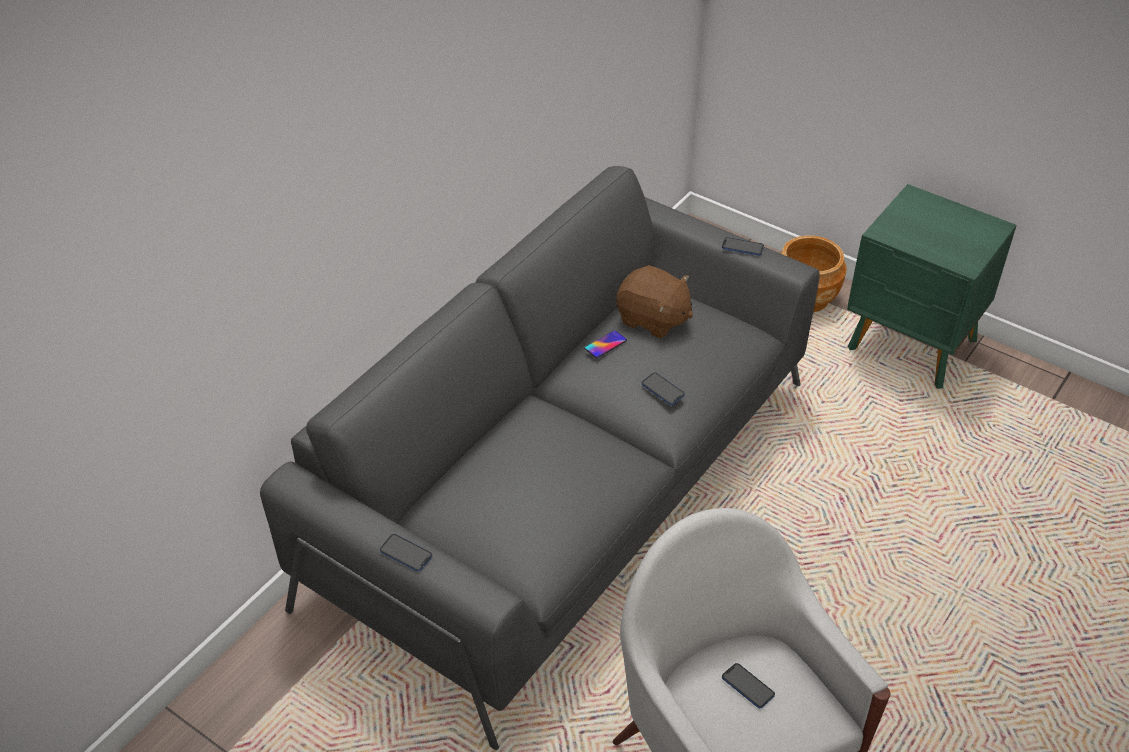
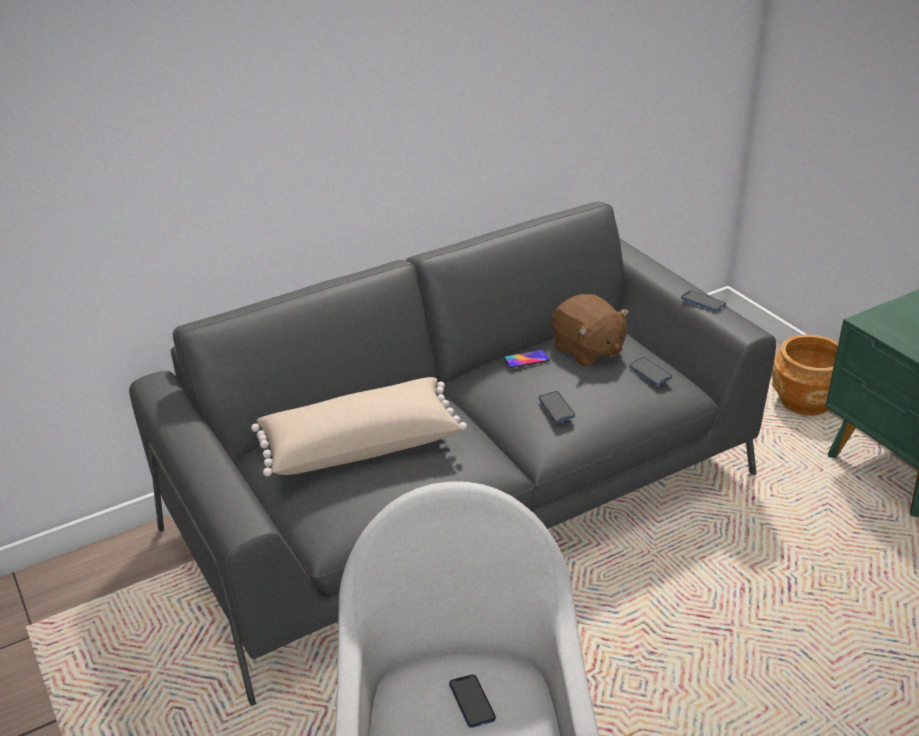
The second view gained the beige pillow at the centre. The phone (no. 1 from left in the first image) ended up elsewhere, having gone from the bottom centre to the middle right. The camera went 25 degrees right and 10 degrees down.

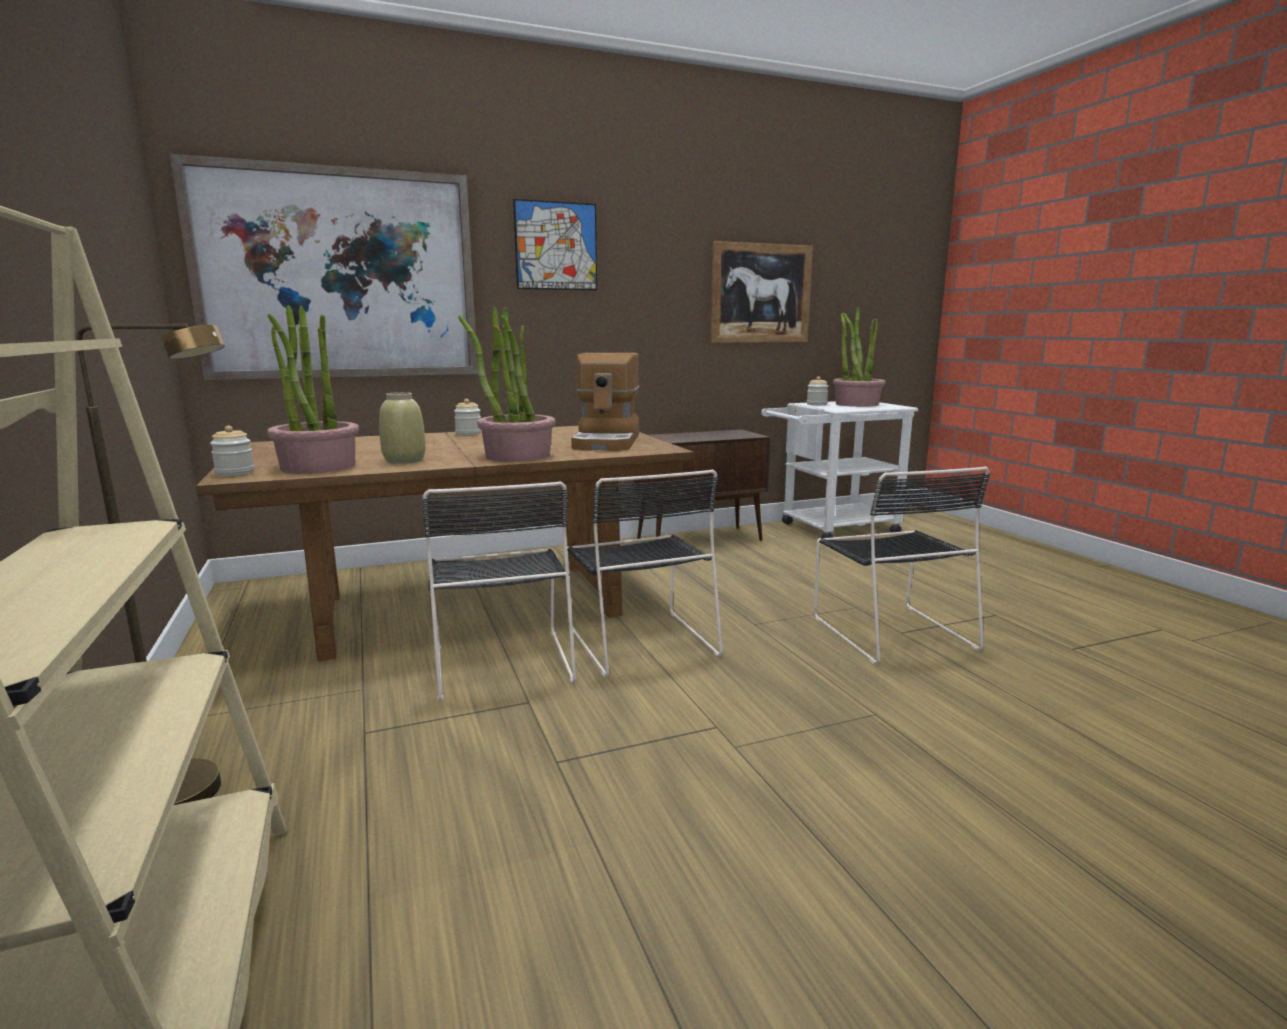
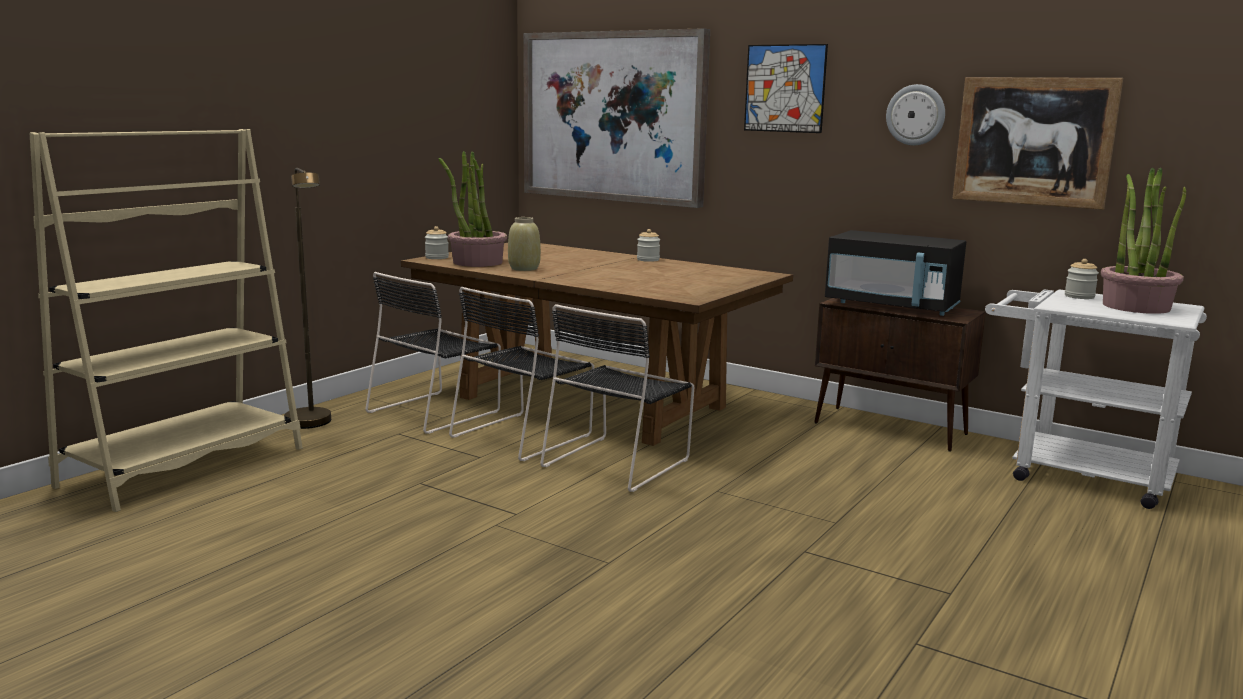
The second view lost the potted plant (no. 2 from left) at the centre. The second view lost the coffee machine at the centre. The second view gained the black microwave at the middle right. The second view gained the wall clock at the top right. The black chair (no. 3 from left in the first image) ended up elsewhere, having gone from the middle right to the centre. The camera went 55 degrees right and 0 degrees up.

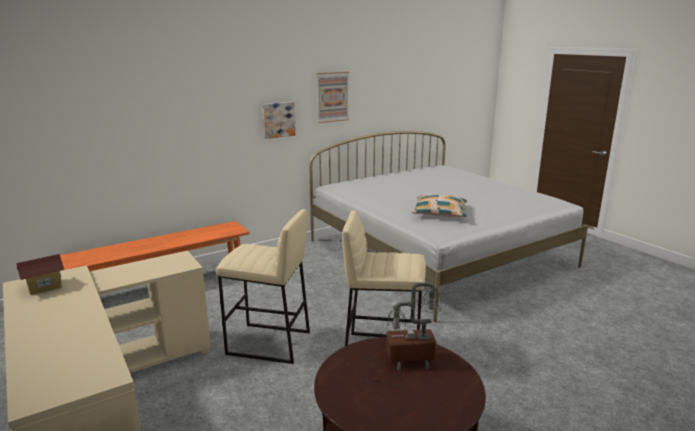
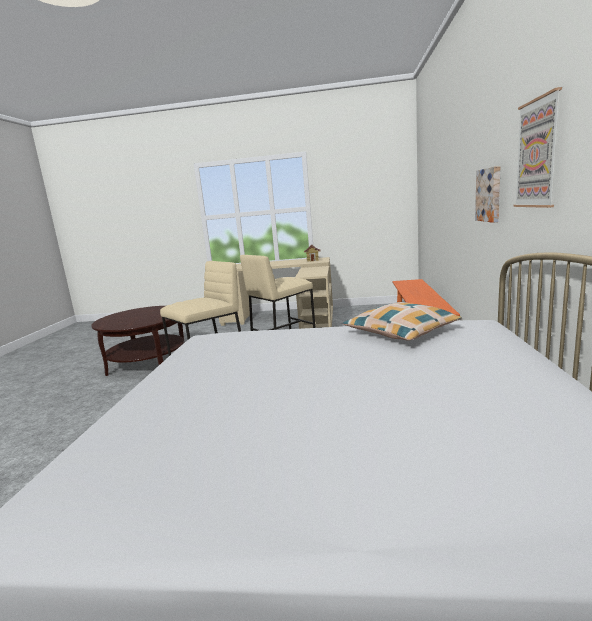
The second view lost the table lamp at the bottom centre. The pillow ended up elsewhere, having gone from the centre to the middle right. The camera went 130 degrees right and 5 degrees down.

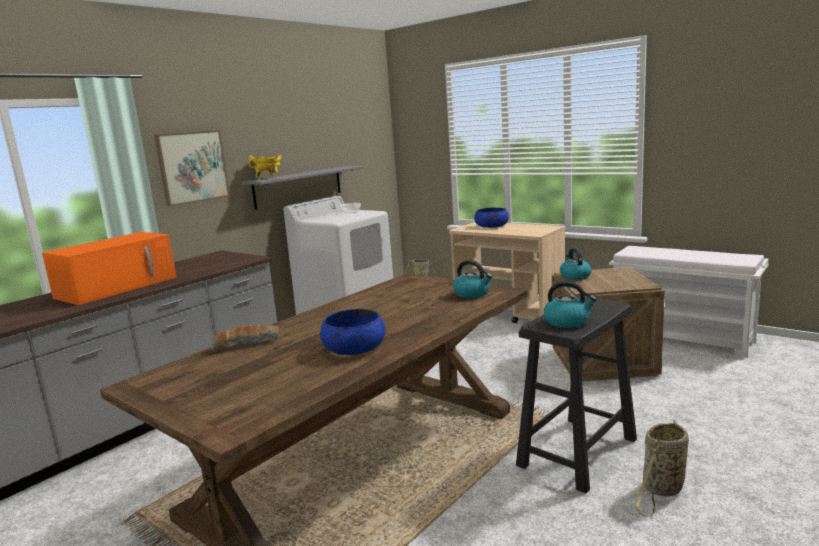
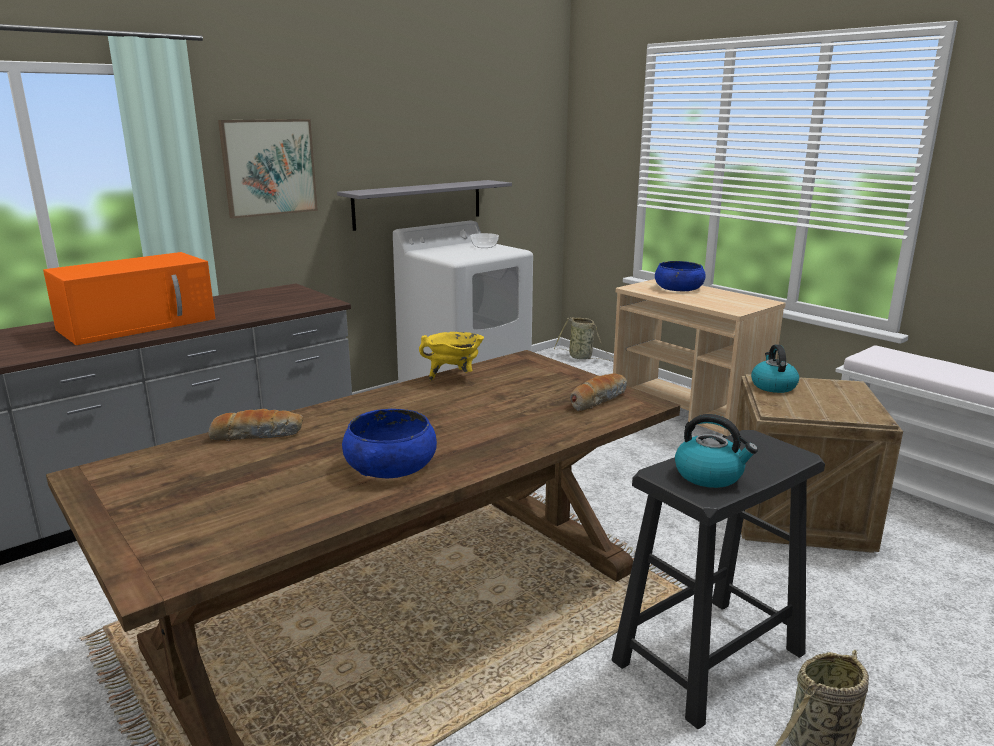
The yellow cooking pot ended up elsewhere, having gone from the top left to the centre. Where the kettle (no. 1 from left) stood at the centre, the bread (no. 2 from left) came to stand at the centre. The camera went 10 degrees right and 5 degrees up.

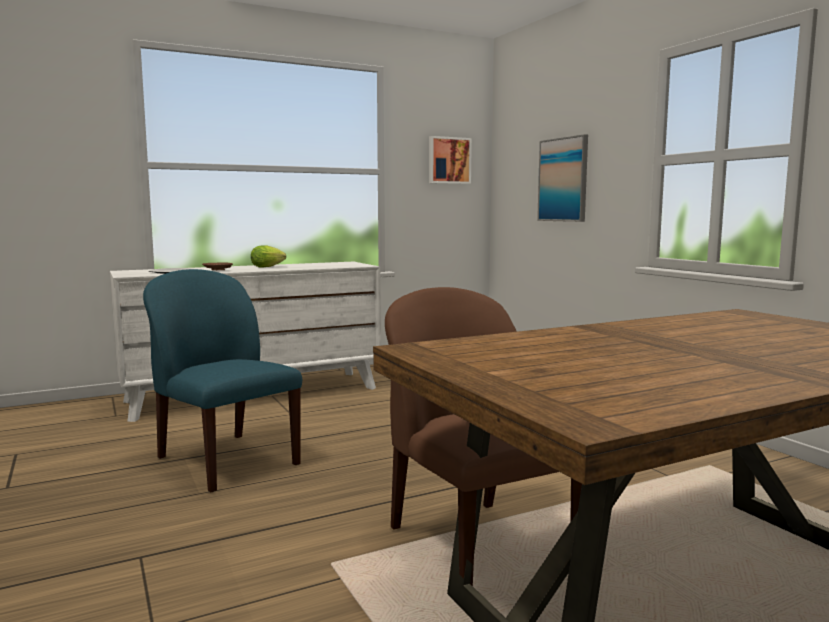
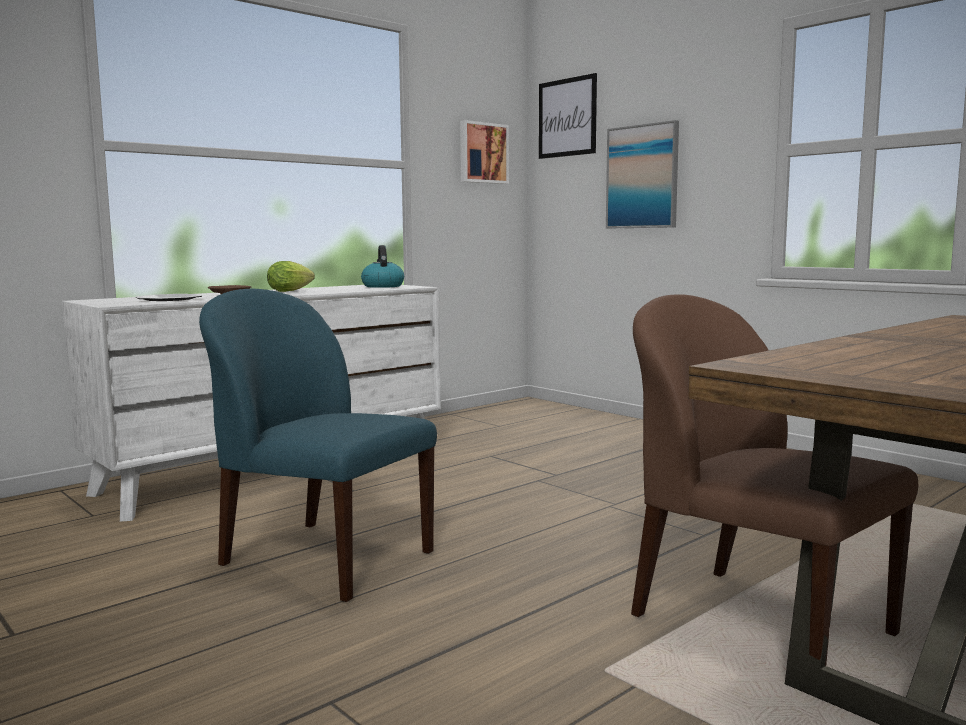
The second view gained the kettle at the centre. The second view gained the picture (no. 2 from left) at the top centre. The camera went 15 degrees left and 0 degrees up.

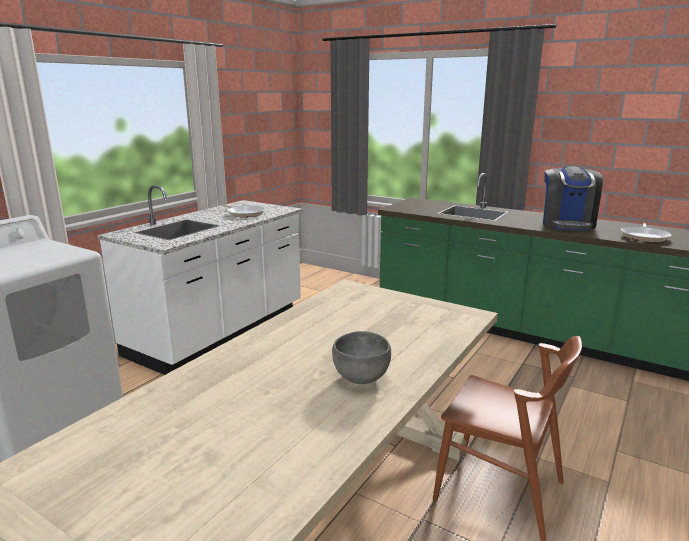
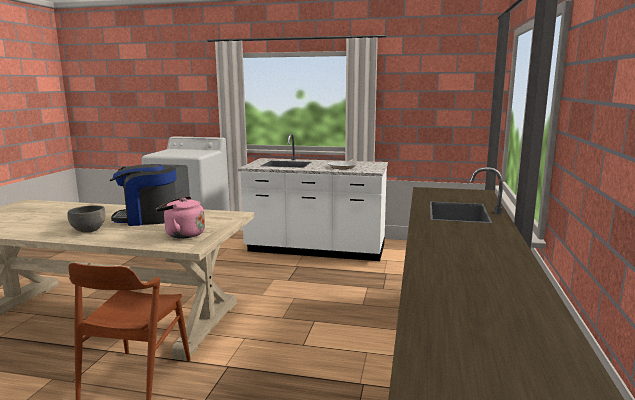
The second view lost the frying pan (no. 2 from left) at the middle right. The second view gained the pink kettle at the middle left. The coffee machine ended up elsewhere, having gone from the middle right to the middle left. The camera went 70 degrees right and 5 degrees down.

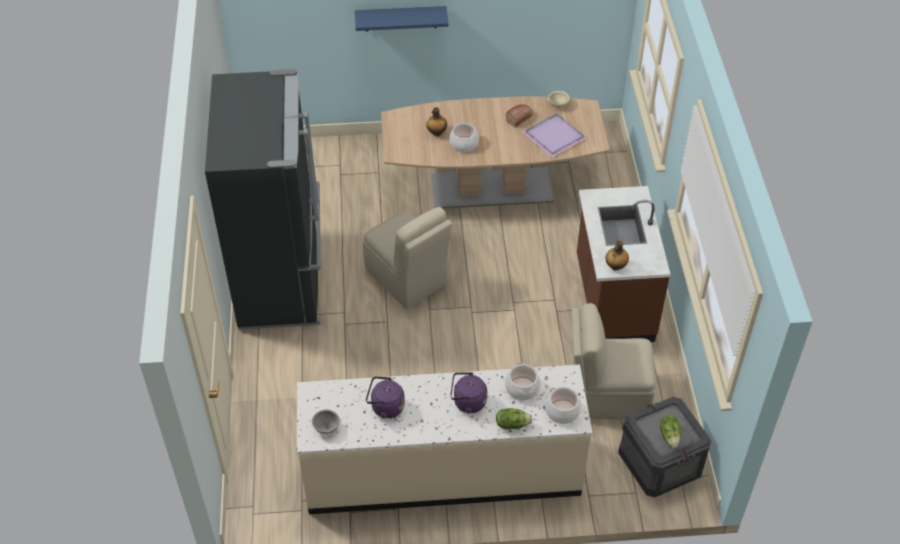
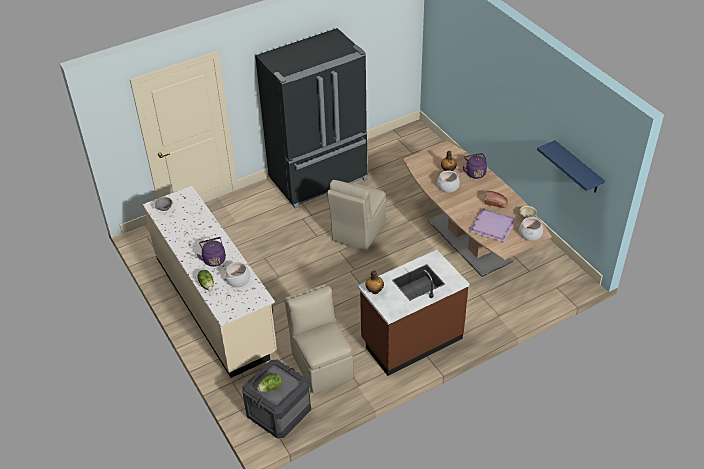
The blue shelf ended up elsewhere, having gone from the top centre to the middle right. The purple kettle (no. 1 from left in the first image) ended up elsewhere, having gone from the bottom centre to the middle right. The cooking pot (no. 3 from left) ended up elsewhere, having gone from the bottom centre to the middle right. The camera went 65 degrees right and 5 degrees down.

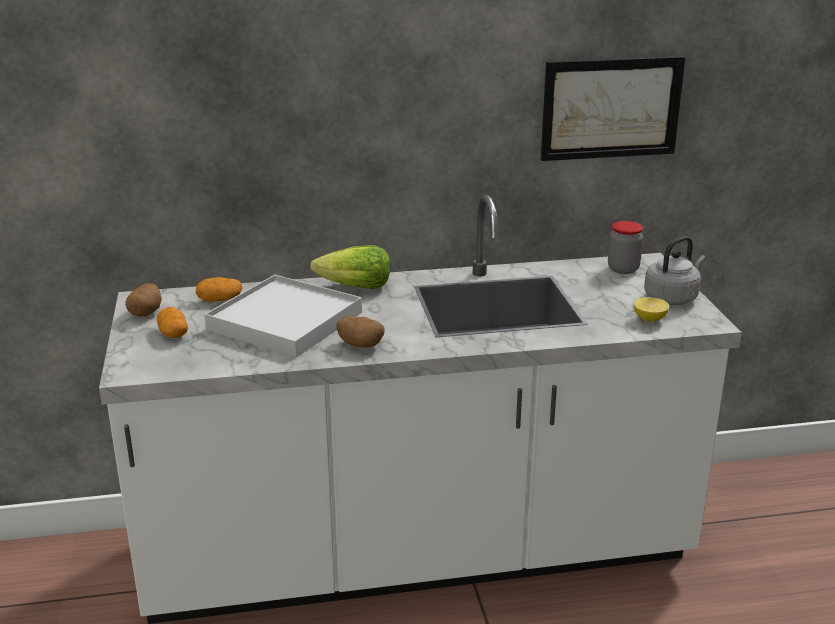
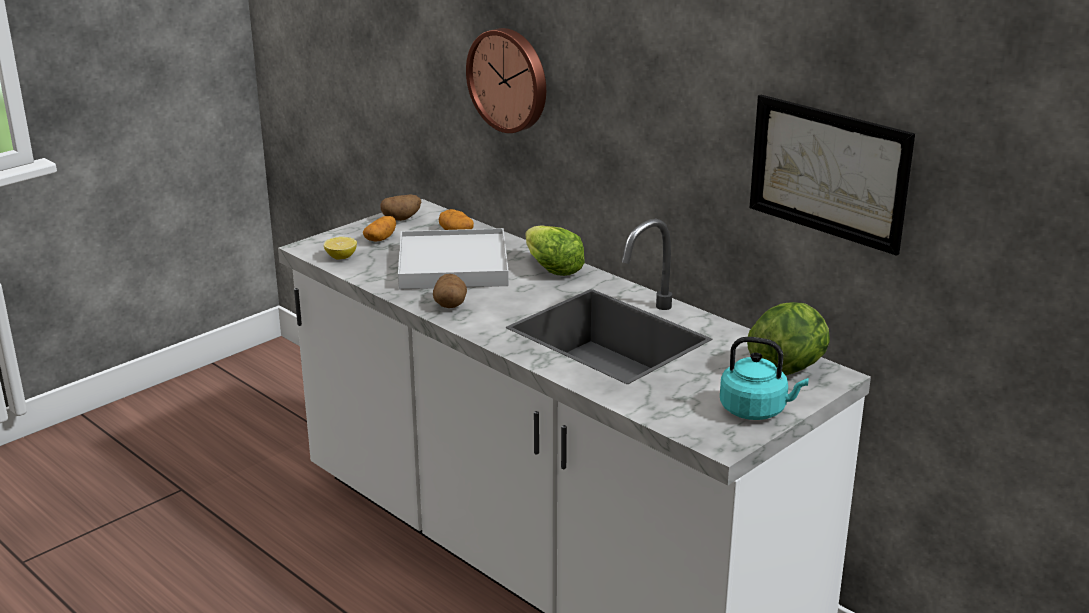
The second view gained the wall clock at the top centre. The lemon ended up elsewhere, having gone from the middle right to the middle left. Where the jar stood at the middle right, the lettuce (no. 2 from left) came to stand at the middle right. What was the grey kettle at the middle right turned into the turquoise kettle at the middle right. The camera went 55 degrees right and 0 degrees up.

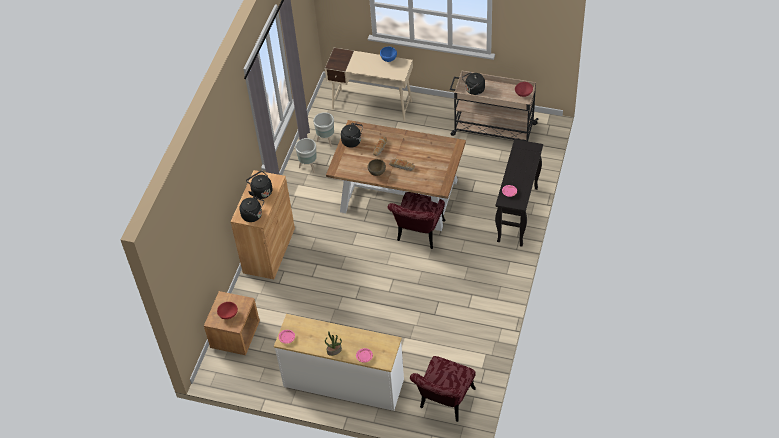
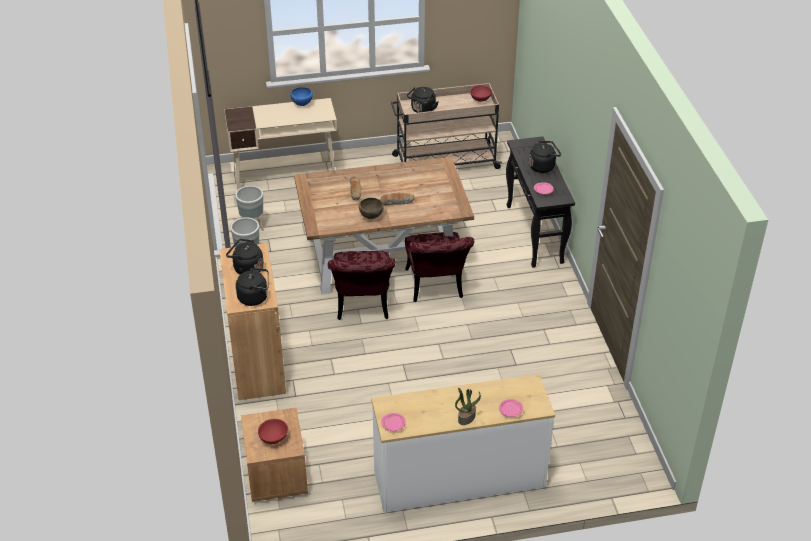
The black kettle (no. 3 from left in the first image) ended up elsewhere, having gone from the top centre to the top right. The red chair (no. 2 from left in the first image) ended up elsewhere, having gone from the bottom centre to the centre. The camera went 30 degrees left and 10 degrees down.

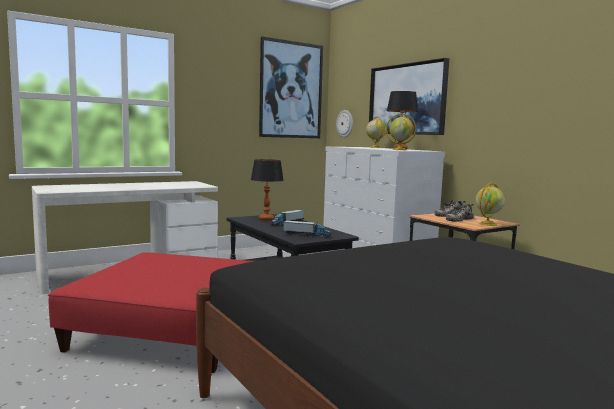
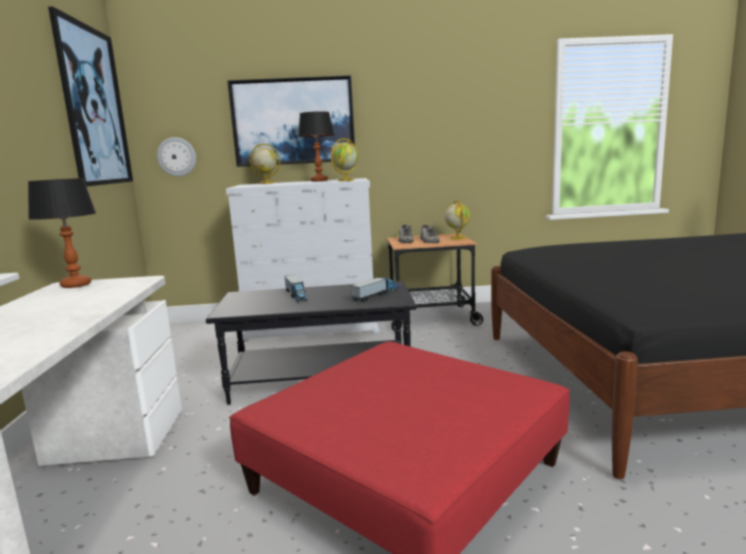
The table lamp (no. 1 from left) ended up elsewhere, having gone from the centre to the middle left. The camera went 60 degrees left and 5 degrees up.

